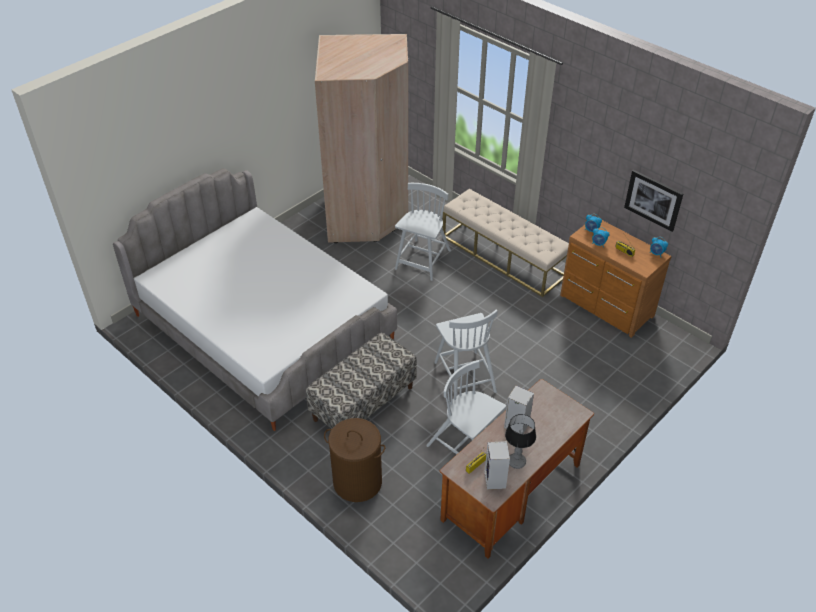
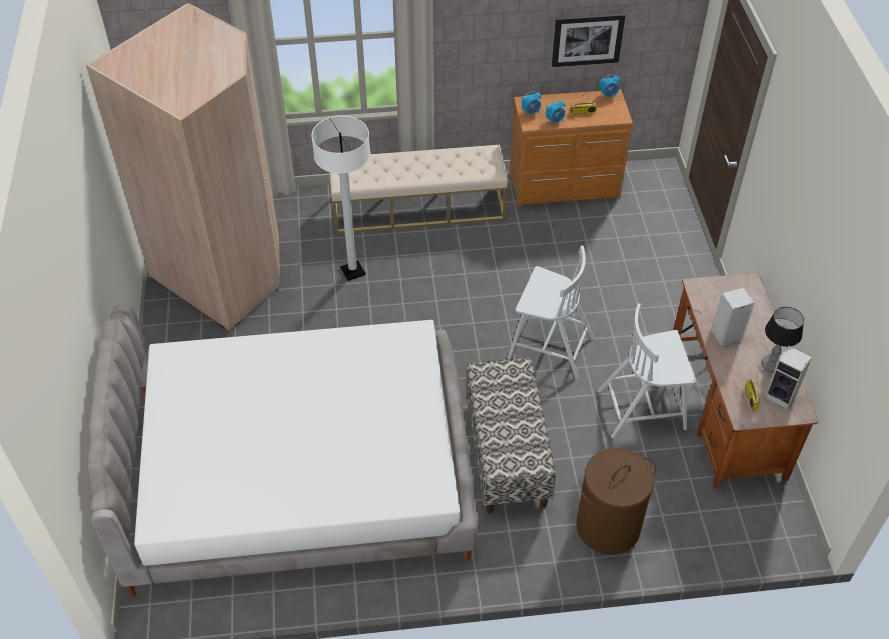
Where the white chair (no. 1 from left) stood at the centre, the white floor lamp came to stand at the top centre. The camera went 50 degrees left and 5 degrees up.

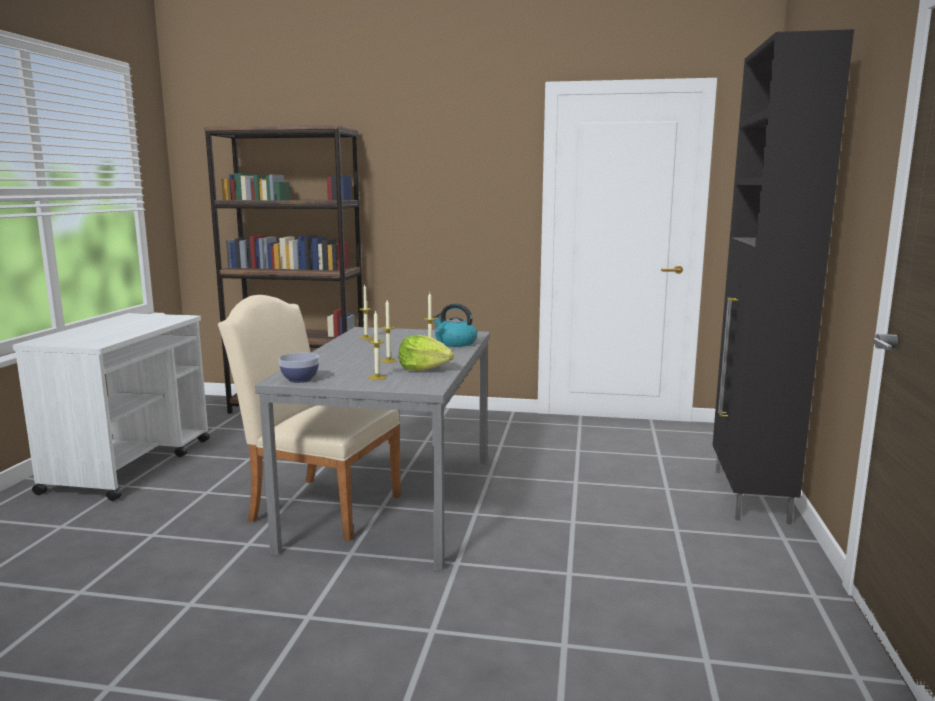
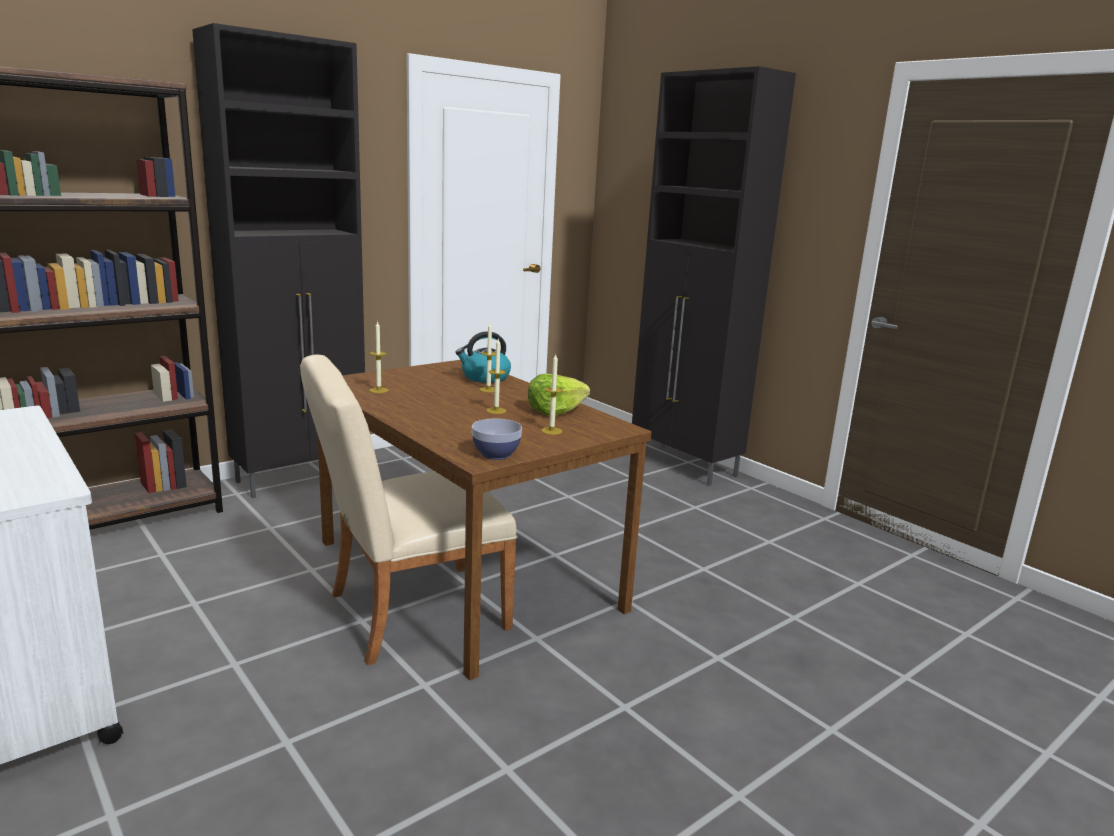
The second view gained the black cabinet (no. 1 from left) at the top left. What was the grey dining table at the centre turned into the brown dining table at the centre. The camera went 50 degrees left and 5 degrees up.

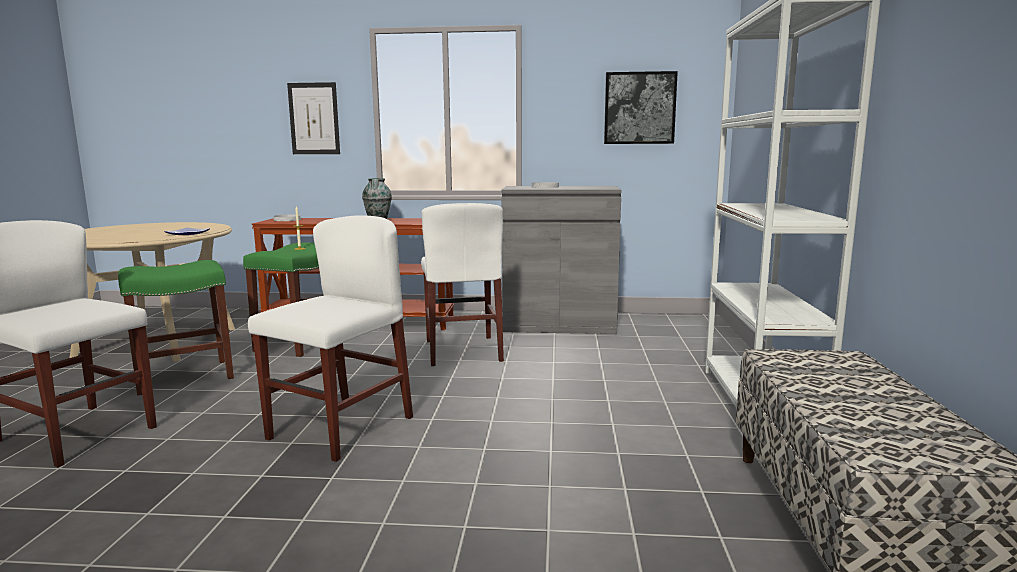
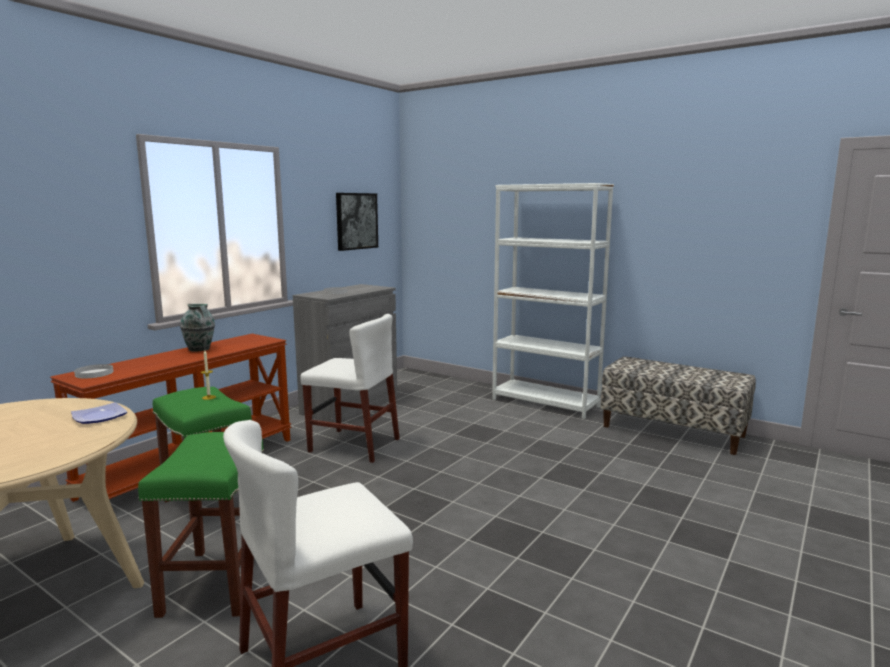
The second view lost the white chair (no. 2 from left) at the middle left. The second view lost the picture (no. 1 from left) at the top left. The camera went 60 degrees left and 0 degrees up.

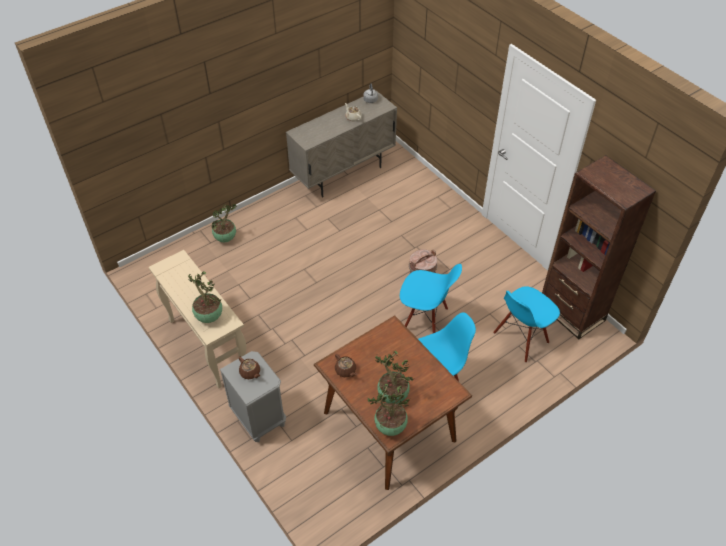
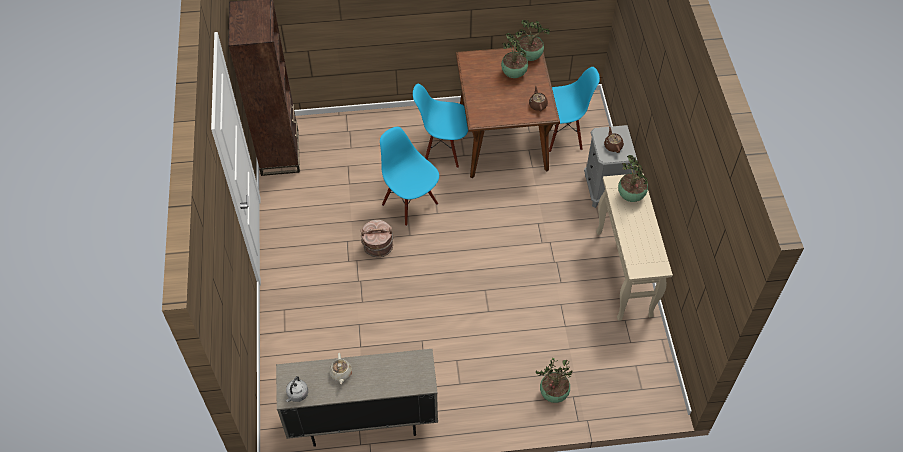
The blue chair (no. 3 from left) ended up elsewhere, having gone from the middle right to the top centre. The camera went 150 degrees left and 5 degrees up.

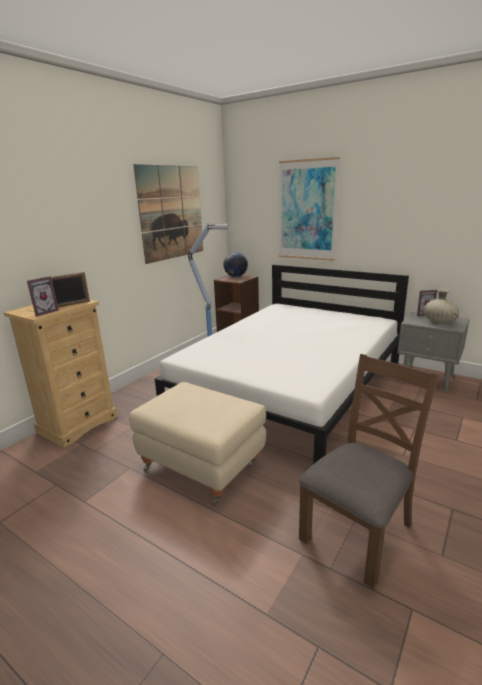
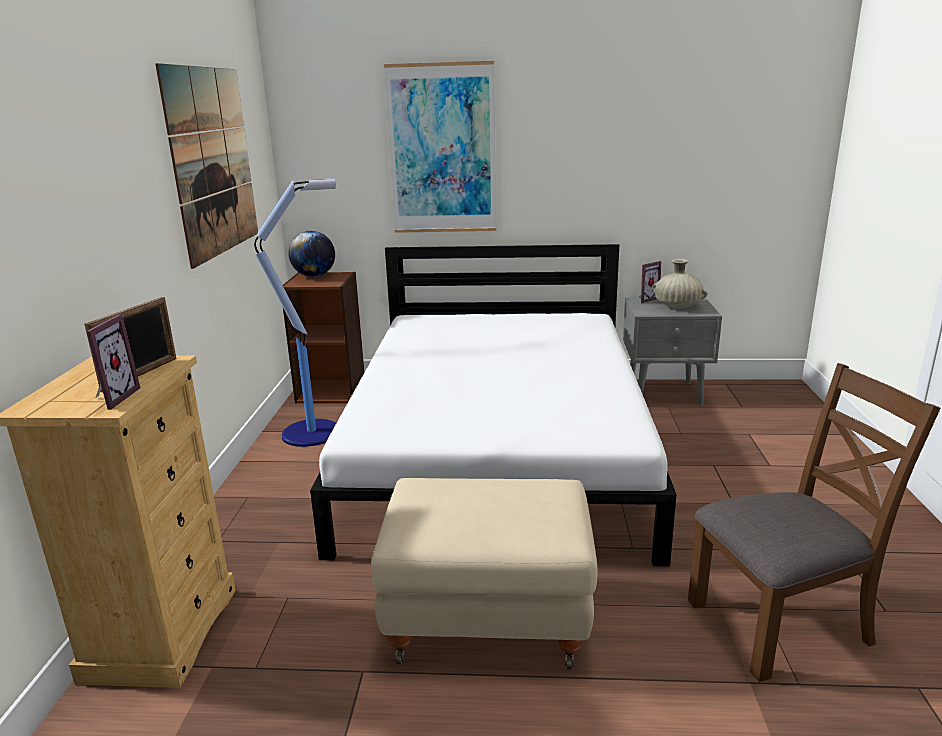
The brown chair at the bottom right ended up facing another way, 60 degrees clockwise from before. The camera went 30 degrees left and 0 degrees up.

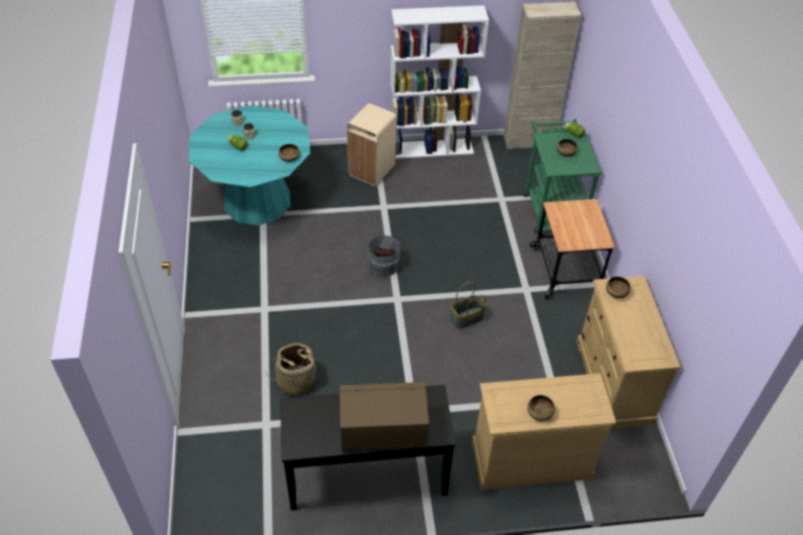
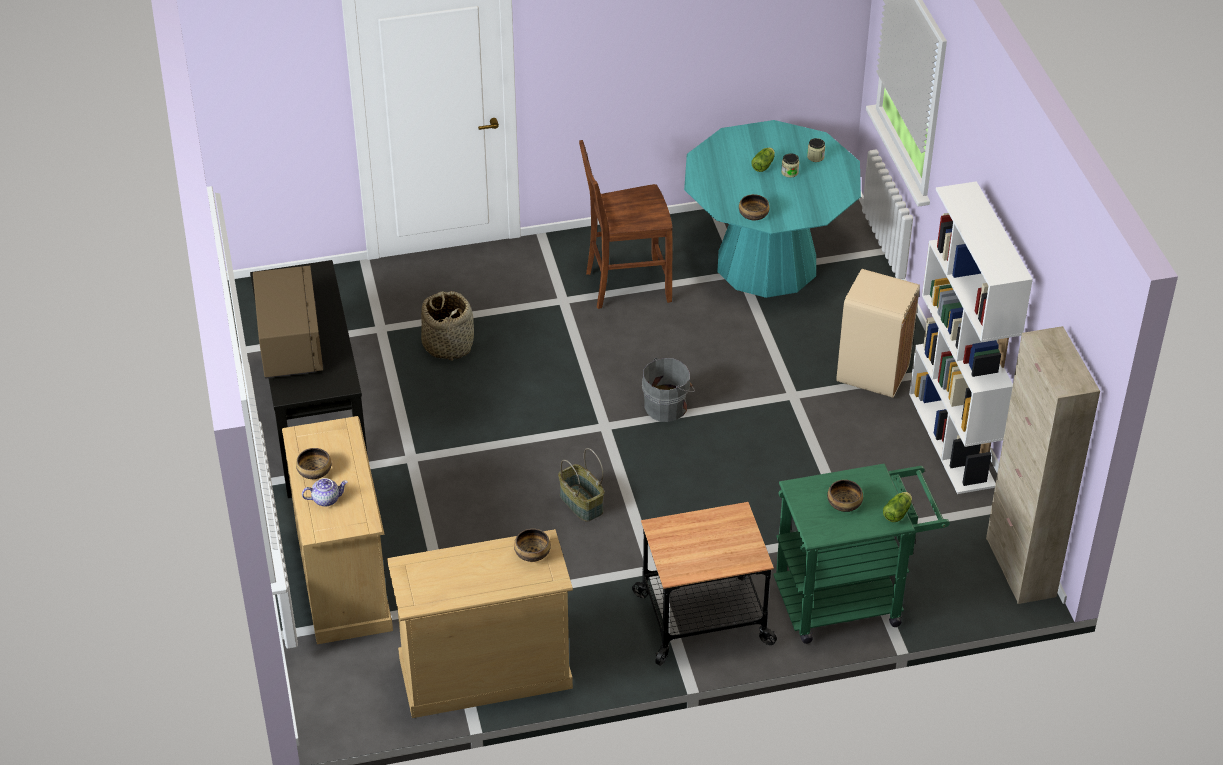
The second view gained the teapot at the middle left. The second view gained the brown chair at the top centre. The camera went 85 degrees right and 5 degrees down.

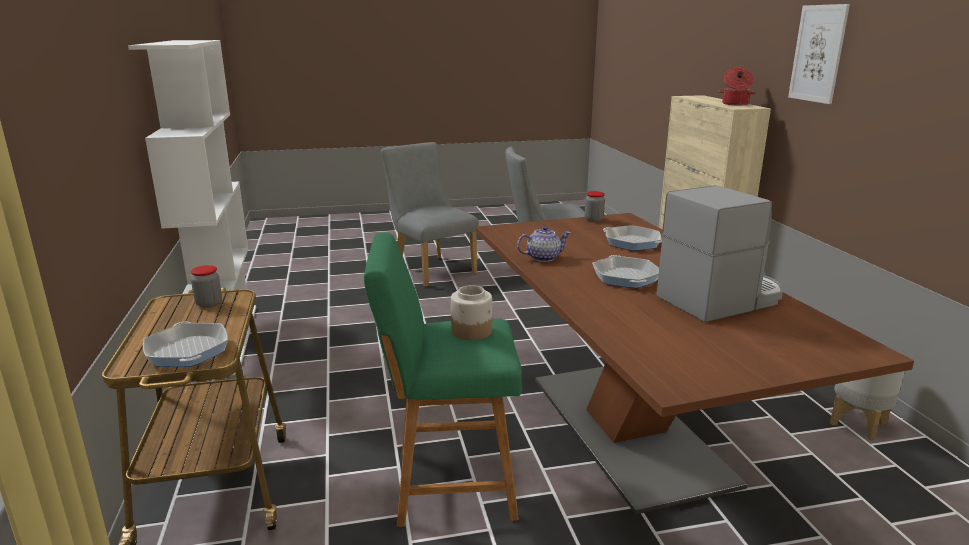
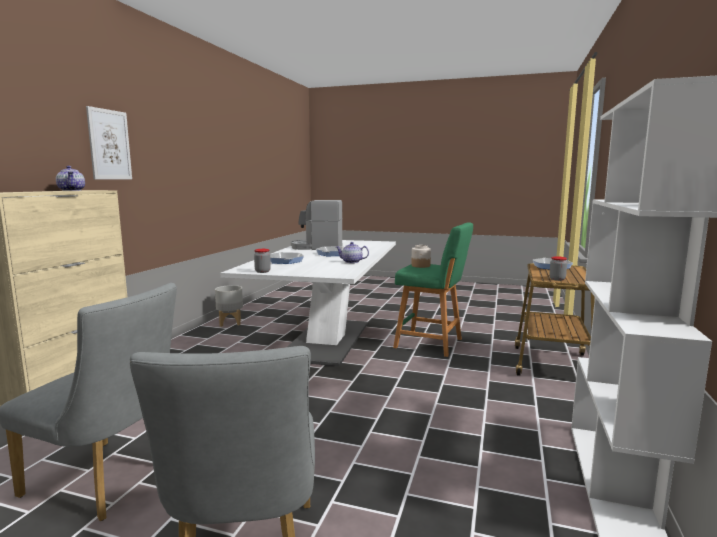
Where the cooking pot stood at the top right, the teapot (no. 1 from left) came to stand at the top left. What was the brown dining table at the bottom right turned into the white dining table at the centre. The camera went 150 degrees left and 10 degrees down.

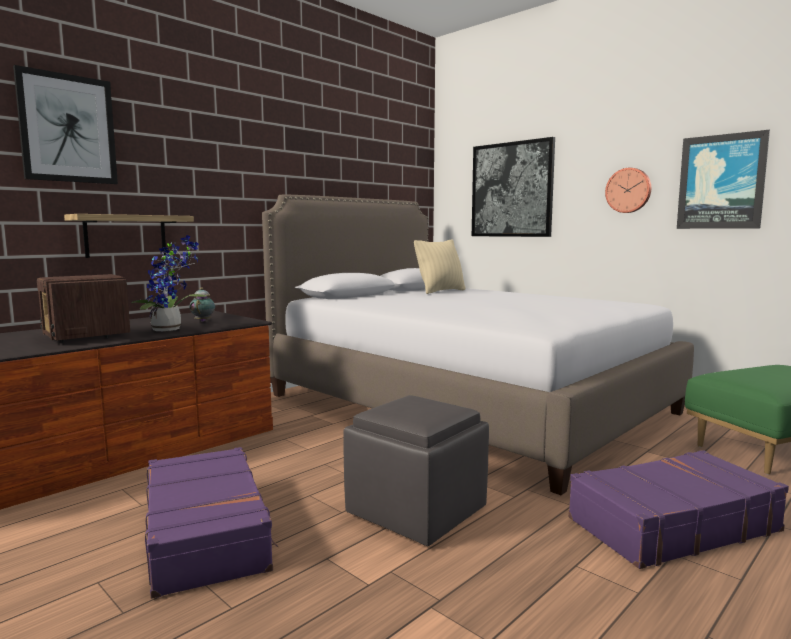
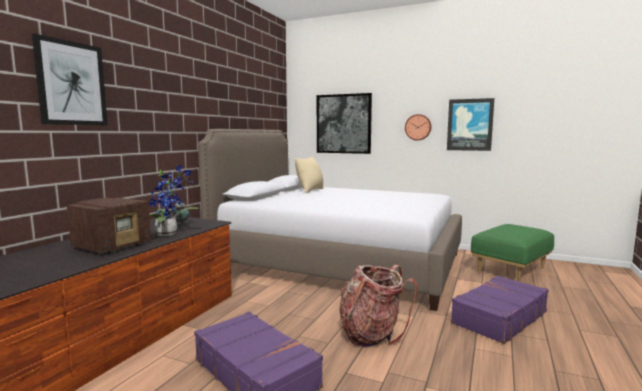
The second view lost the shelf at the middle left. Where the grey ottoman stood at the bottom centre, the backpack came to stand at the bottom centre. The radio at the middle left ended up facing another way, 90 degrees counterclockwise from before. The camera went 20 degrees left and 0 degrees up.

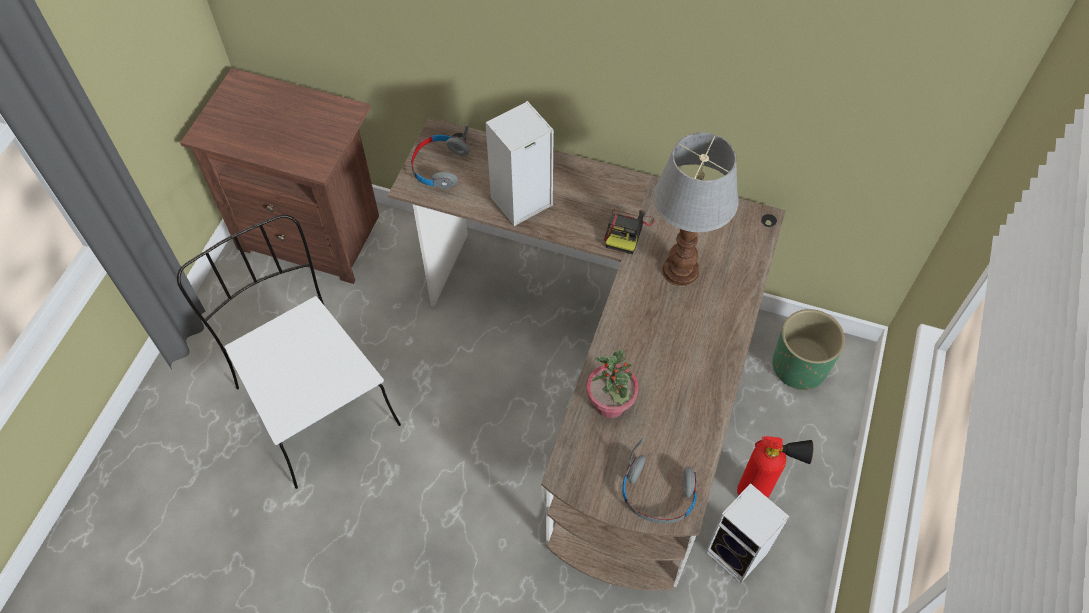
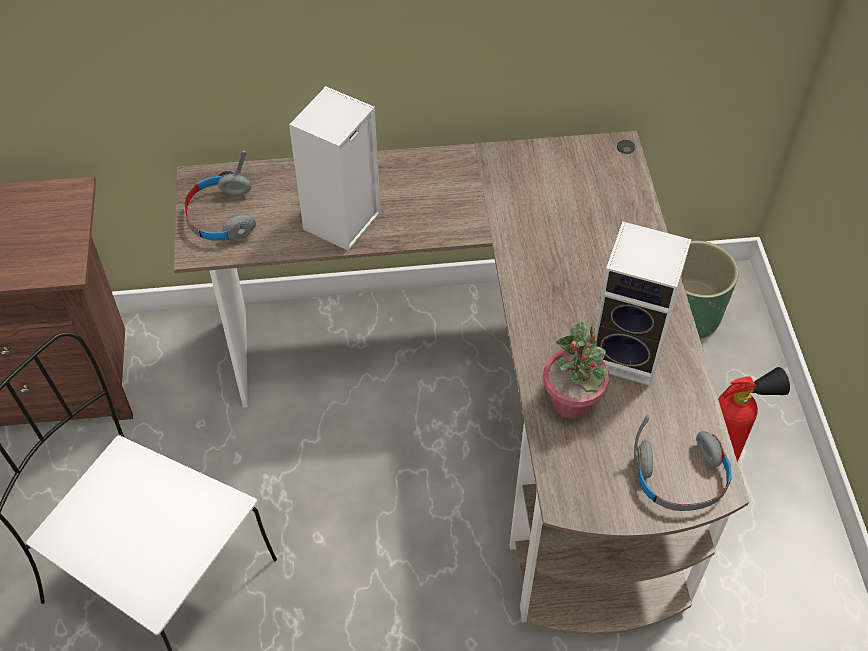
The second view lost the photo camera at the centre. The second view lost the table lamp at the centre. The speaker (no. 2 from left) ended up elsewhere, having gone from the bottom right to the middle right. The camera went 25 degrees left and 5 degrees down.

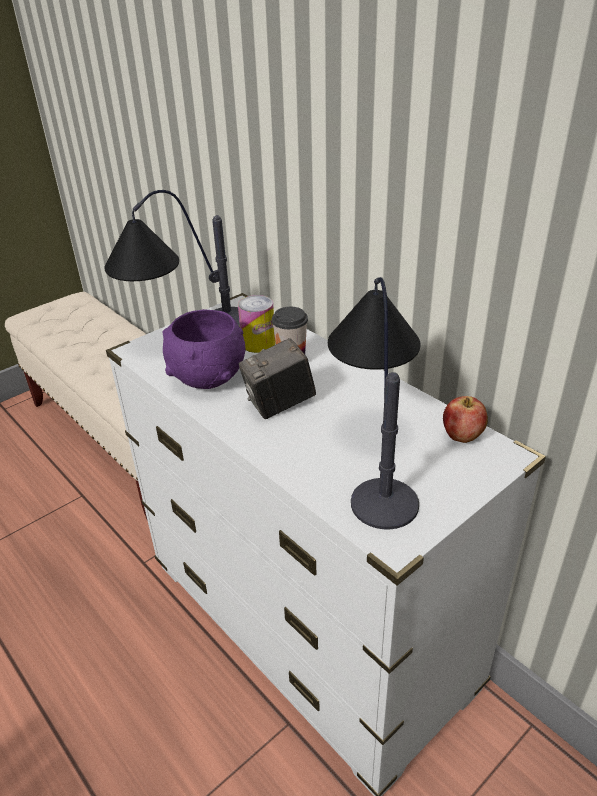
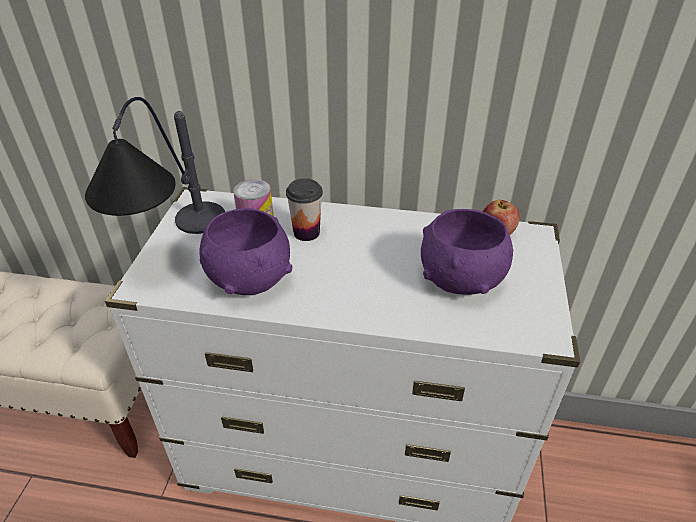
The second view lost the photo camera at the centre. Where the table lamp (no. 2 from left) stood at the centre, the purple bowl (no. 2 from left) came to stand at the middle right. The camera went 40 degrees left and 5 degrees up.

